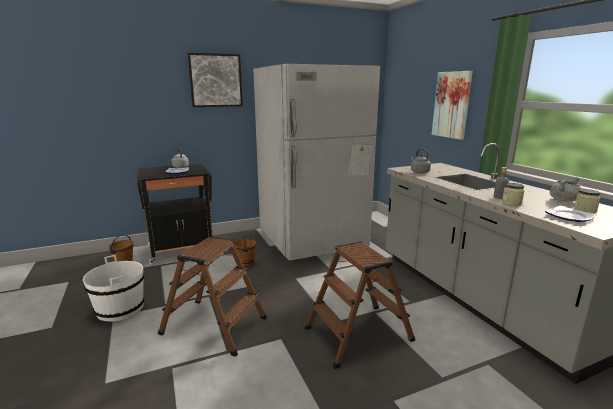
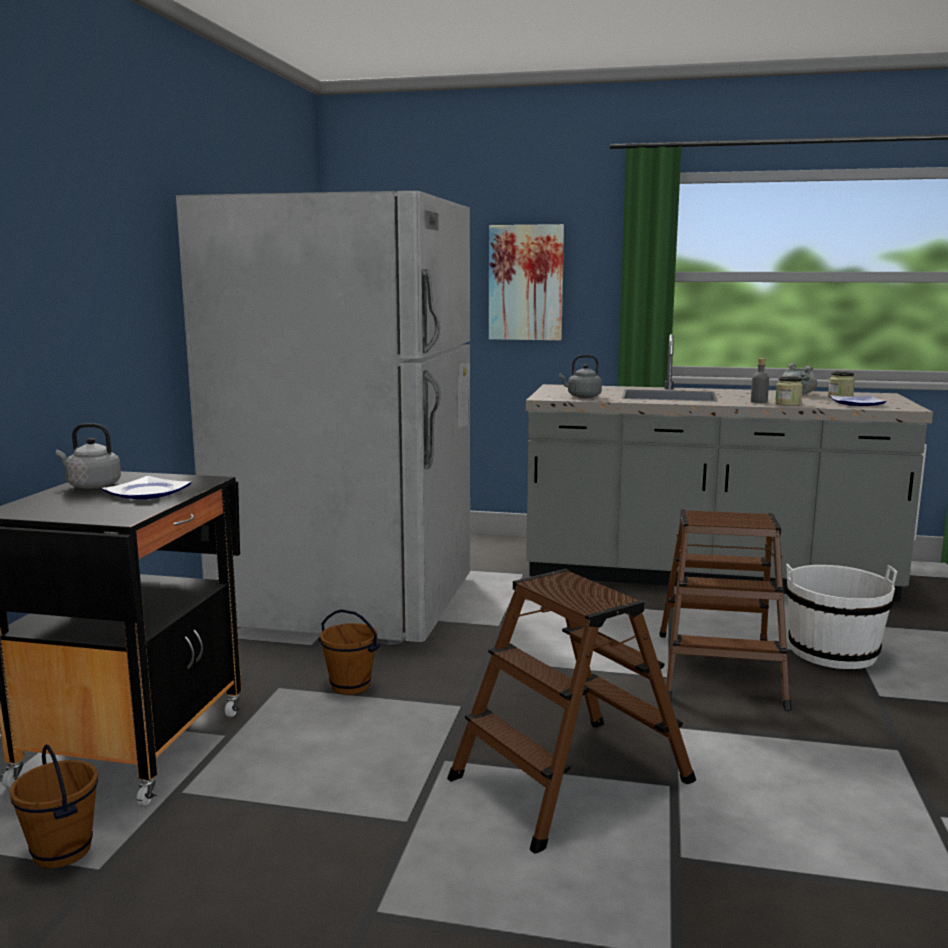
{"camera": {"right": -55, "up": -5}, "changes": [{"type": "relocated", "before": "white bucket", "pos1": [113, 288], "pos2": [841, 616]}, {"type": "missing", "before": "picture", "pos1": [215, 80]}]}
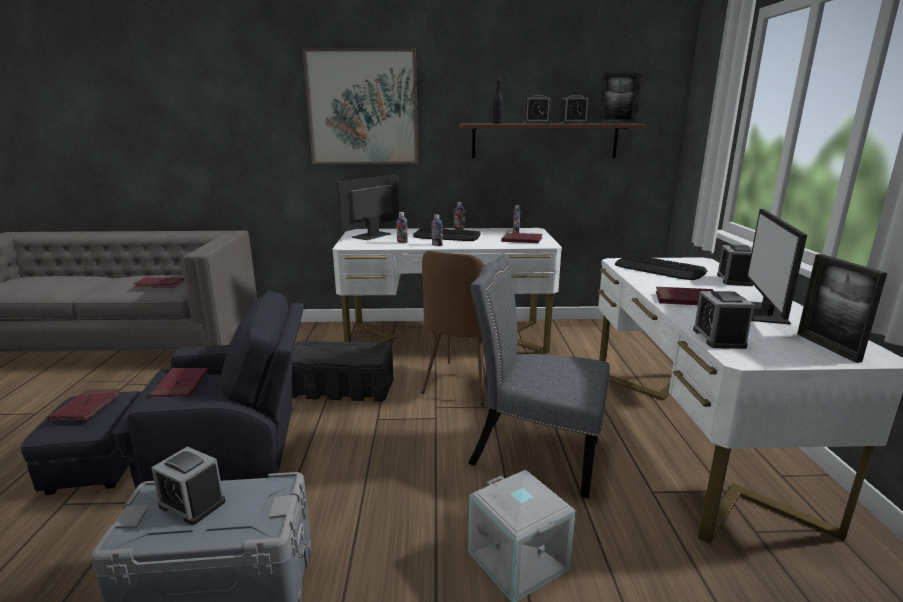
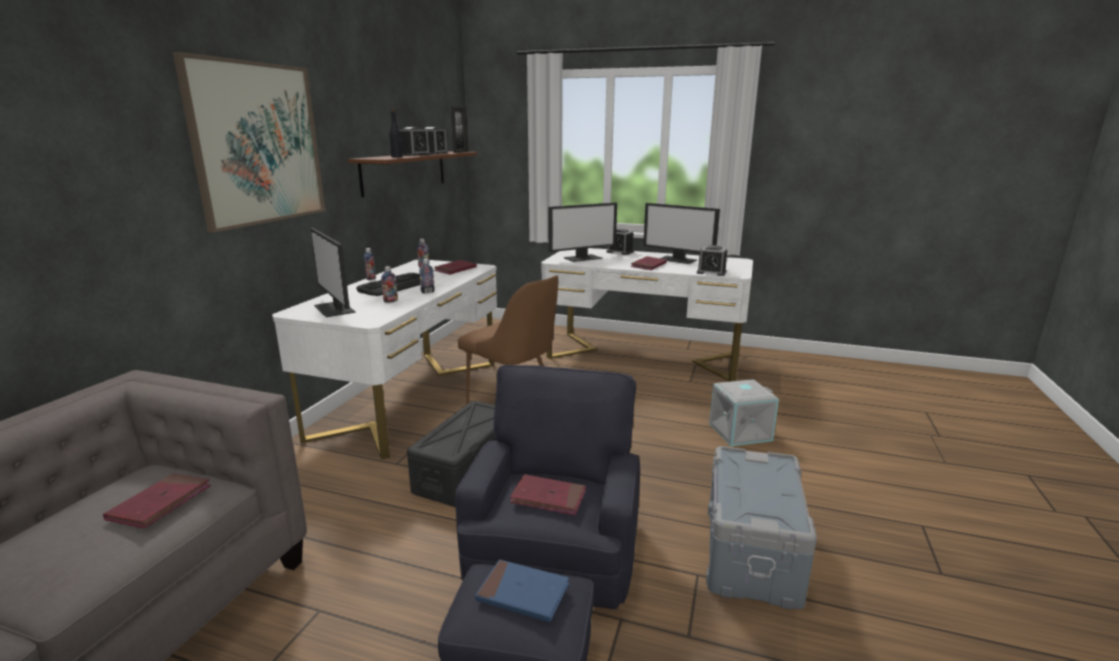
{"camera": {"right": -70, "up": 0}, "changes": [{"type": "colour", "before": "red book", "after": "blue book", "pos1": [84, 405], "pos2": [522, 591]}, {"type": "missing", "before": "alarm clock", "pos1": [188, 486]}, {"type": "missing", "before": "grey chair", "pos1": [539, 376]}, {"type": "exchanged", "before": "keyboard", "after": "monitor", "pos1": [661, 267], "pos2": [582, 232]}, {"type": "missing", "before": "picture frame", "pos1": [842, 308]}]}
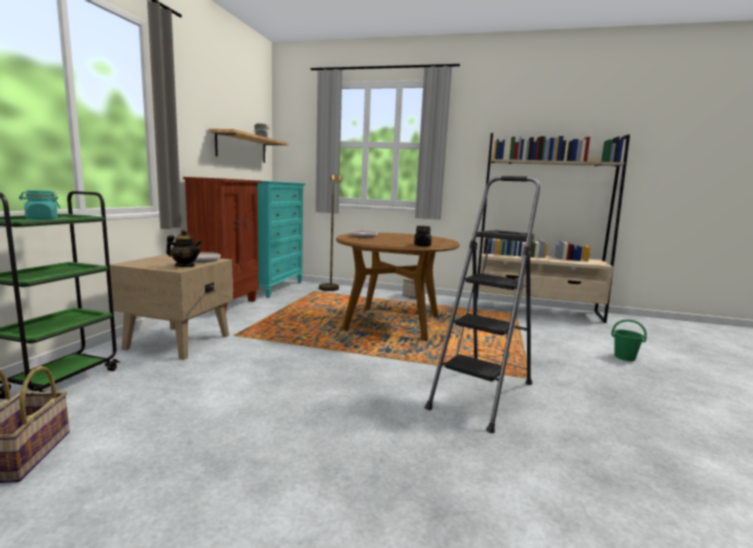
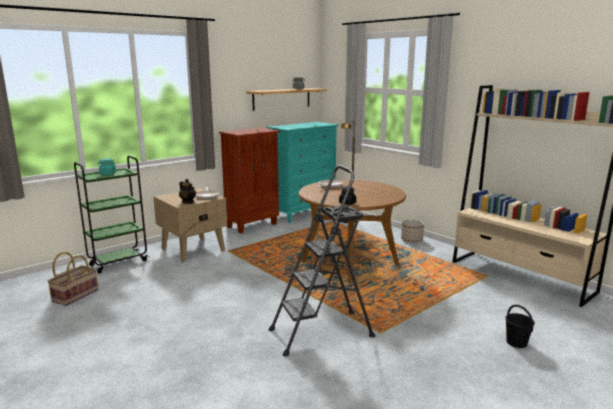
{"camera": {"right": 35, "up": 5}, "changes": [{"type": "colour", "before": "green bucket", "after": "black bucket", "pos1": [629, 340], "pos2": [520, 326]}]}
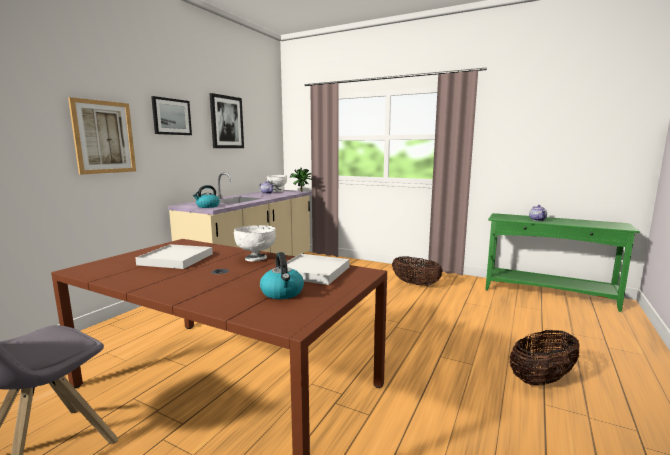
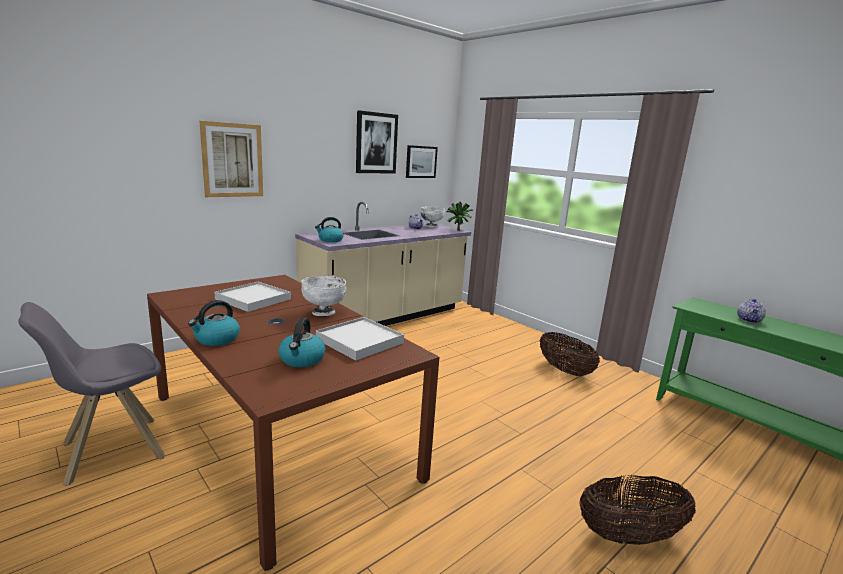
{"camera": {"right": 20, "up": 5}, "changes": [{"type": "relocated", "before": "picture", "pos1": [171, 115], "pos2": [422, 161]}, {"type": "appeared", "after": "kettle", "pos2": [214, 323]}]}
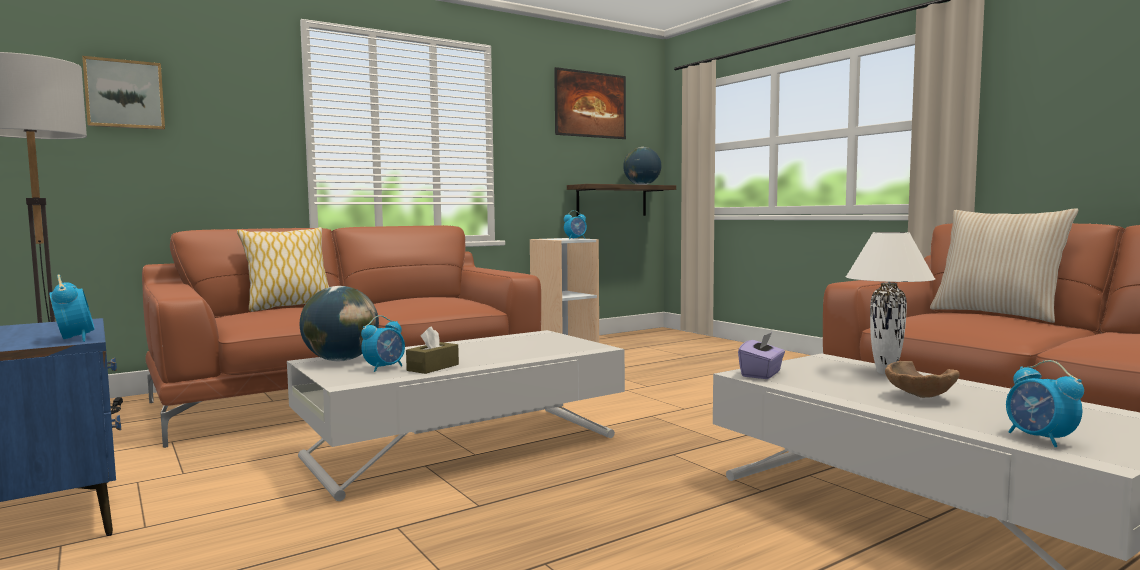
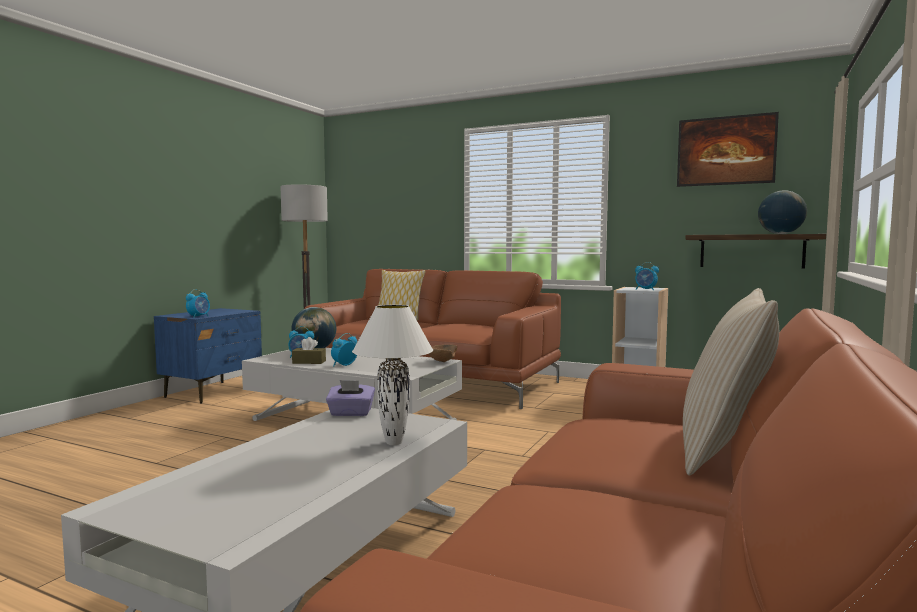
{"camera": {"right": 60, "up": 0}, "changes": [{"type": "missing", "before": "picture", "pos1": [123, 93]}, {"type": "relocated", "before": "brown bowl", "pos1": [922, 379], "pos2": [443, 353]}, {"type": "relocated", "before": "alarm clock", "pos1": [1045, 403], "pos2": [344, 349]}]}
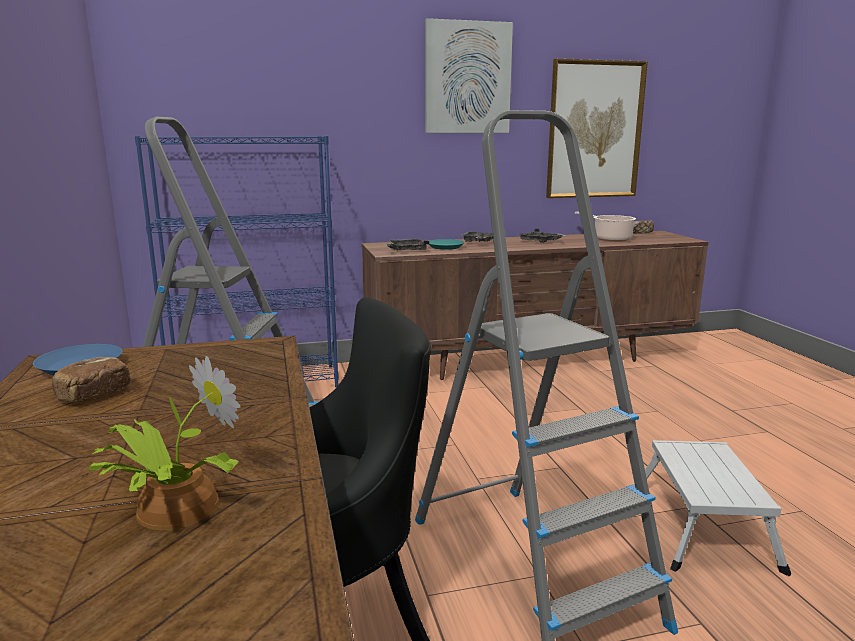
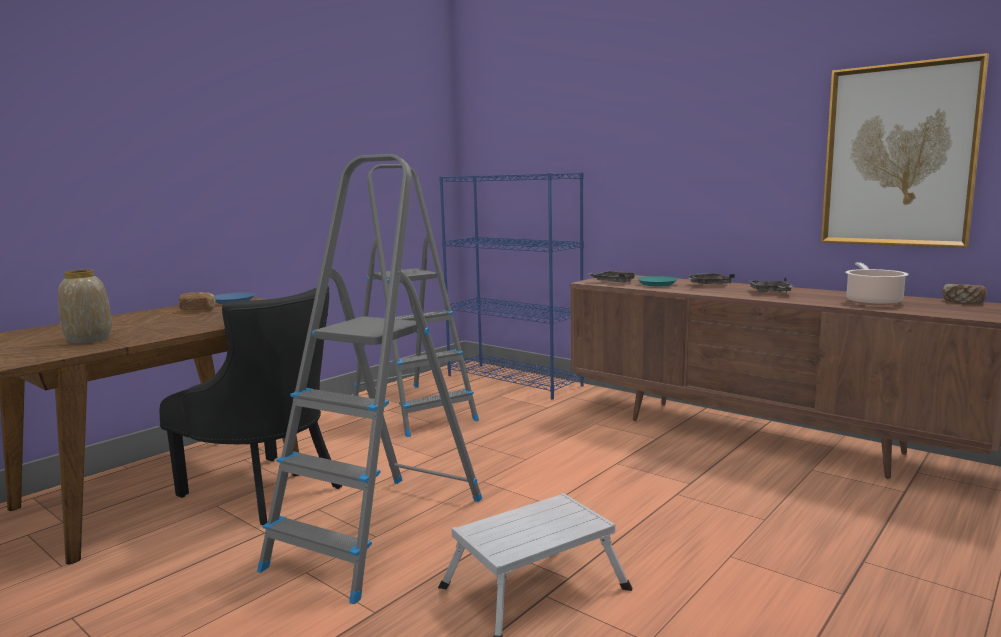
{"camera": {"right": 55, "up": -5}, "changes": [{"type": "exchanged", "before": "potted plant", "after": "vase", "pos1": [163, 443], "pos2": [85, 306]}, {"type": "missing", "before": "picture", "pos1": [469, 75]}]}
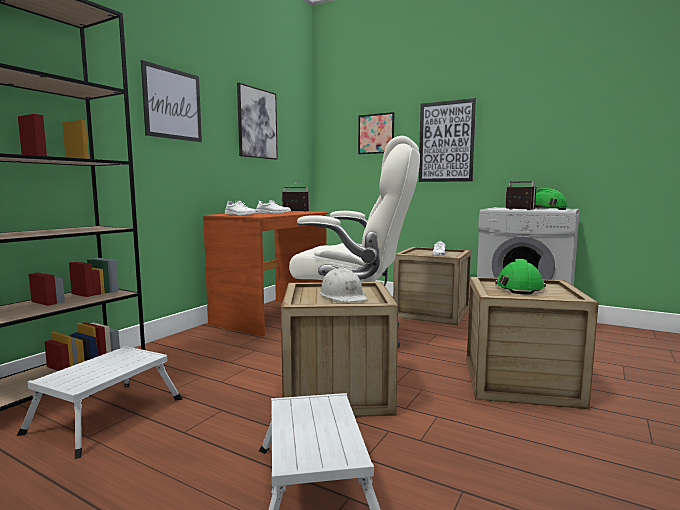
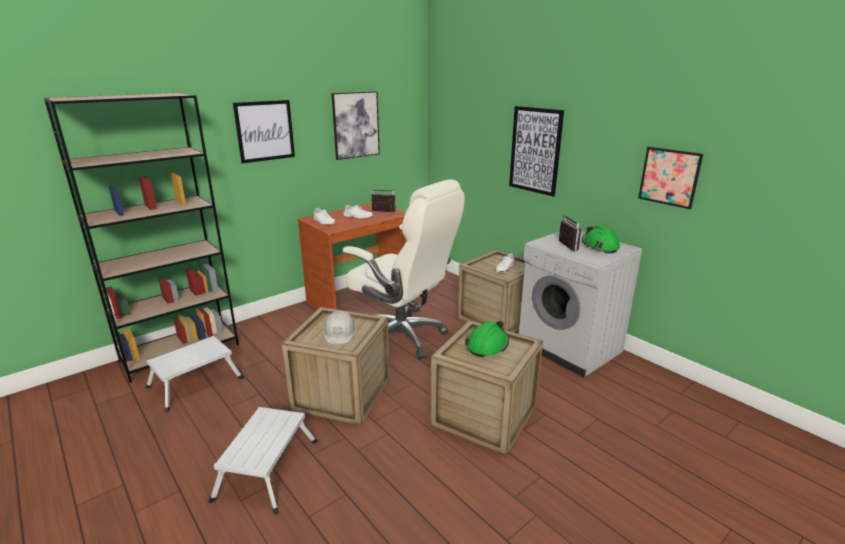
{"camera": {"right": 20, "up": 15}, "changes": [{"type": "relocated", "before": "picture", "pos1": [376, 133], "pos2": [670, 178]}]}
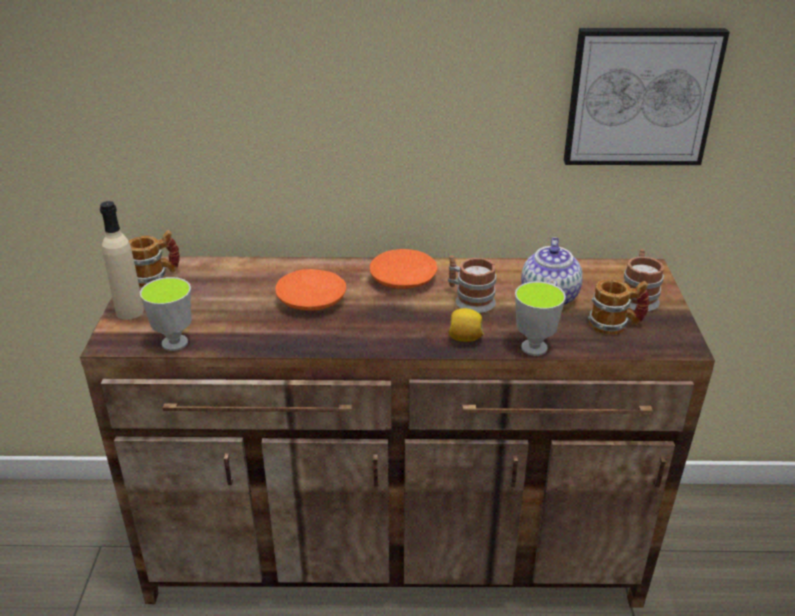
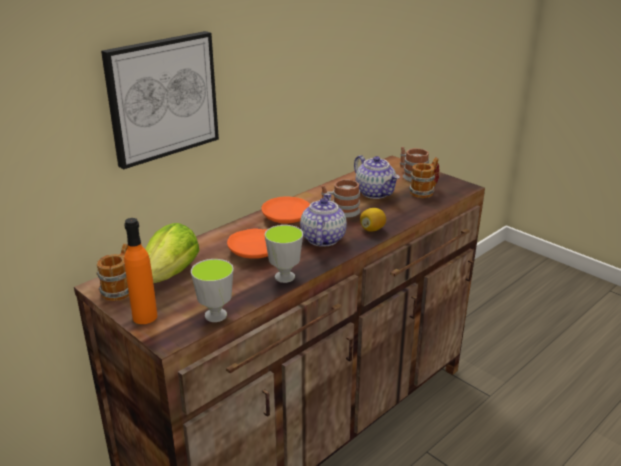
{"camera": {"right": -45, "up": -5}, "changes": [{"type": "colour", "before": "beige bottle", "after": "orange bottle", "pos1": [122, 260], "pos2": [140, 271]}, {"type": "relocated", "before": "cup", "pos1": [540, 318], "pos2": [284, 254]}, {"type": "relocated", "before": "picture", "pos1": [647, 96], "pos2": [160, 100]}, {"type": "appeared", "after": "lettuce", "pos2": [172, 253]}, {"type": "appeared", "after": "teapot", "pos2": [323, 220]}]}
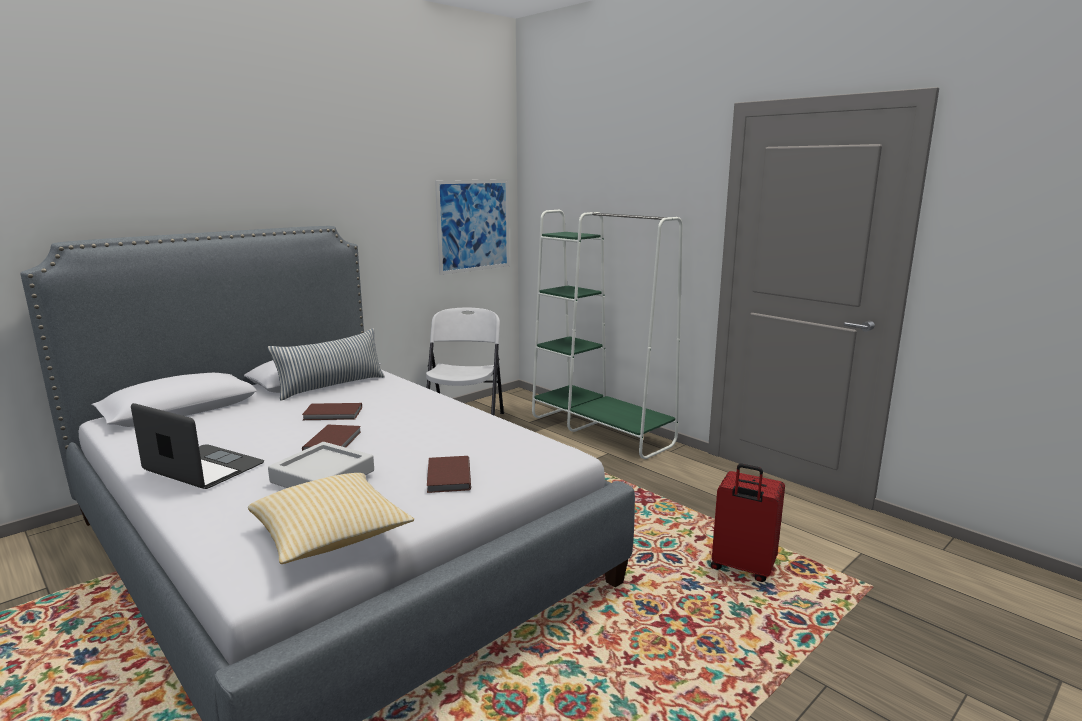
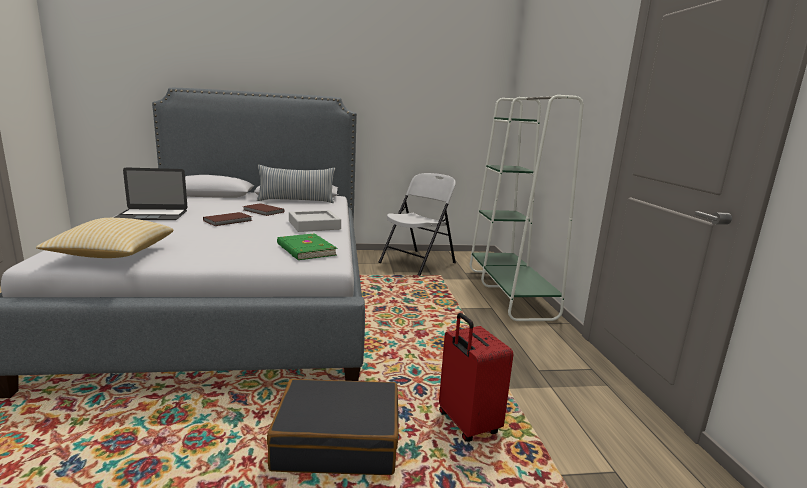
{"camera": {"right": 35, "up": 0}, "changes": [{"type": "spun", "before": "laptop", "pos1": [197, 446], "pos2": [150, 194], "turn": 105}, {"type": "relocated", "before": "grey tray", "pos1": [321, 465], "pos2": [315, 221]}, {"type": "missing", "before": "brown book", "pos1": [449, 474]}, {"type": "missing", "before": "picture", "pos1": [472, 227]}, {"type": "appeared", "after": "black suitcase", "pos2": [333, 427]}, {"type": "appeared", "after": "green book", "pos2": [307, 246]}]}
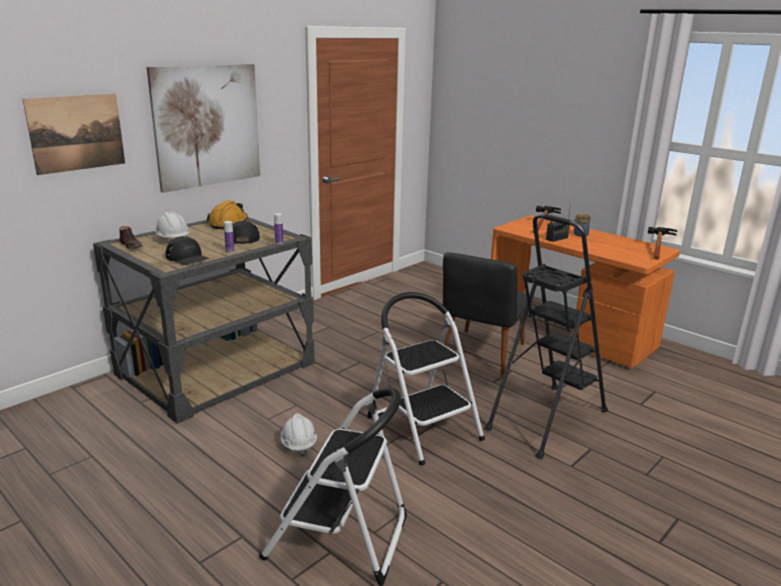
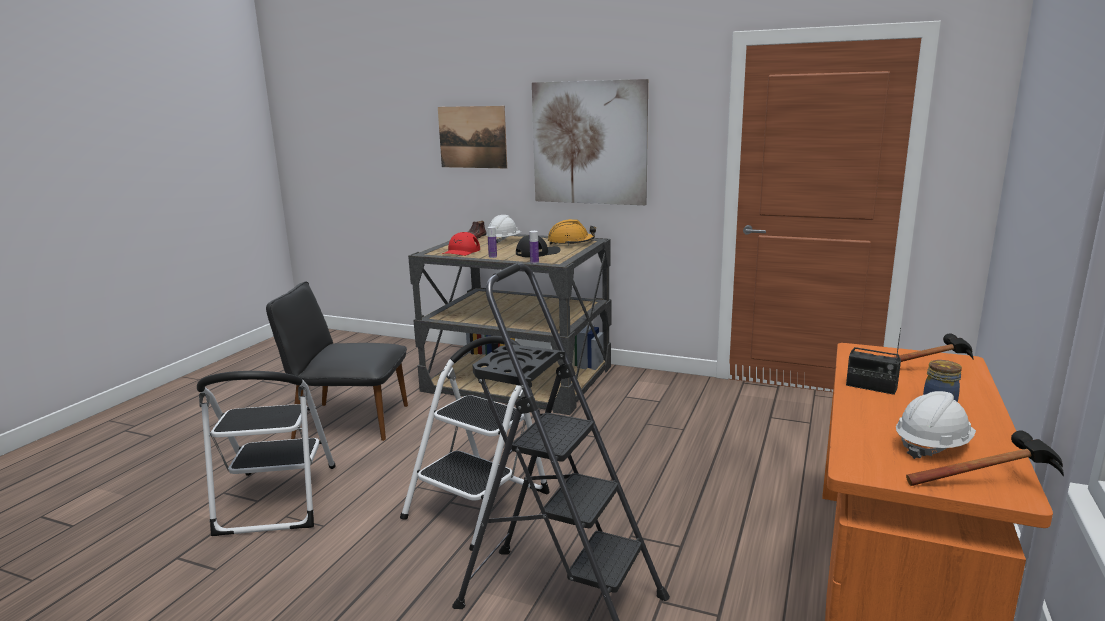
{"camera": {"right": 70, "up": -5}, "changes": [{"type": "colour", "before": "black cap", "after": "red cap", "pos1": [187, 250], "pos2": [461, 244]}, {"type": "relocated", "before": "white hard hat", "pos1": [298, 435], "pos2": [936, 425]}, {"type": "relocated", "before": "black chair", "pos1": [485, 314], "pos2": [337, 361]}]}
